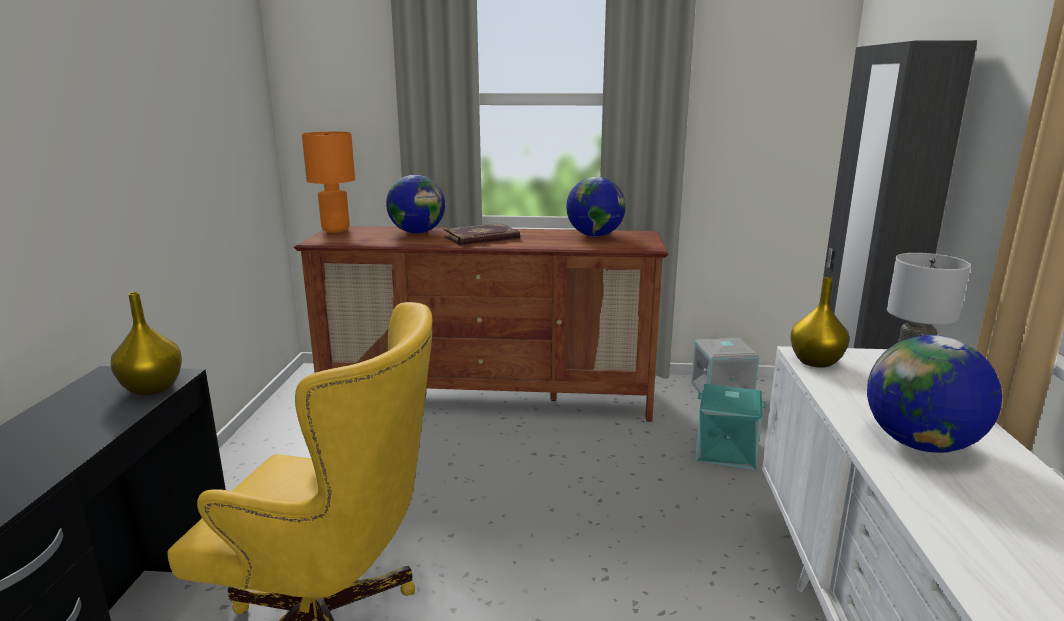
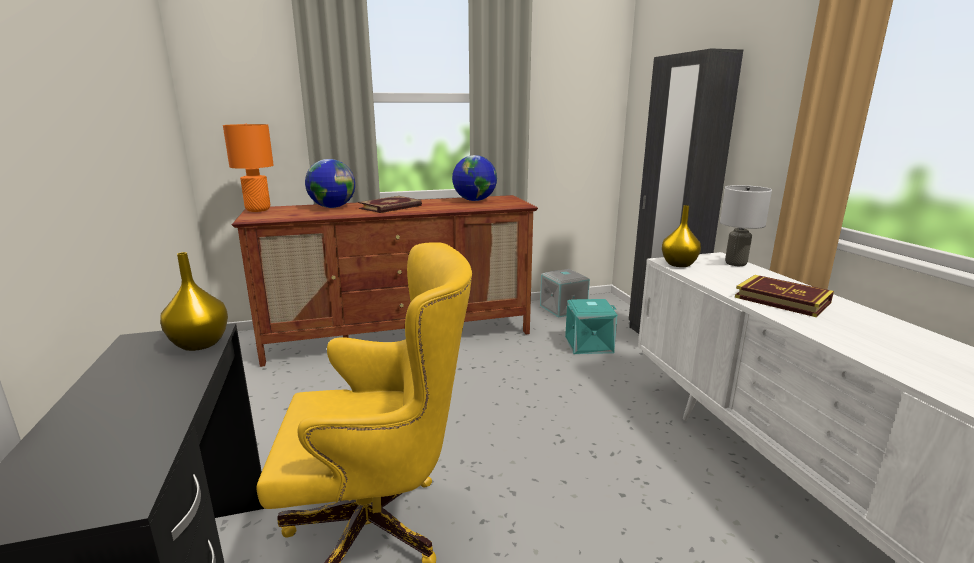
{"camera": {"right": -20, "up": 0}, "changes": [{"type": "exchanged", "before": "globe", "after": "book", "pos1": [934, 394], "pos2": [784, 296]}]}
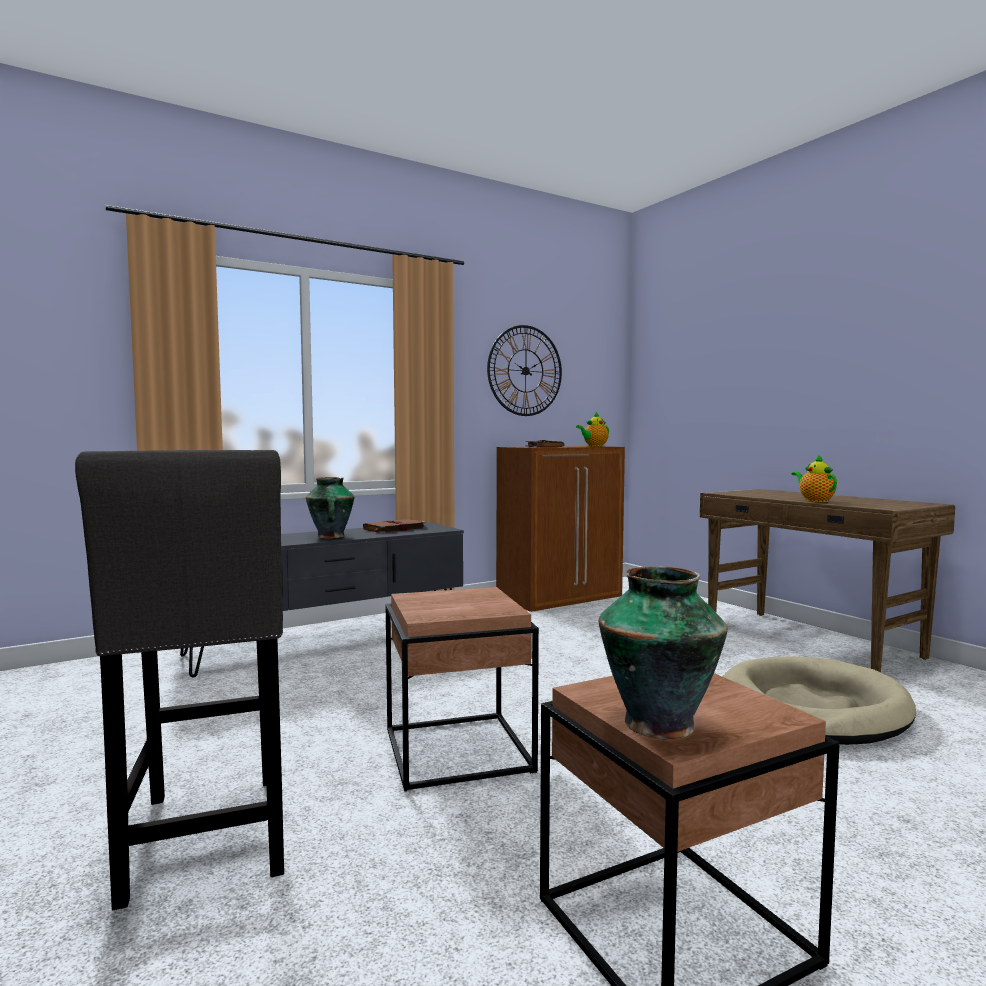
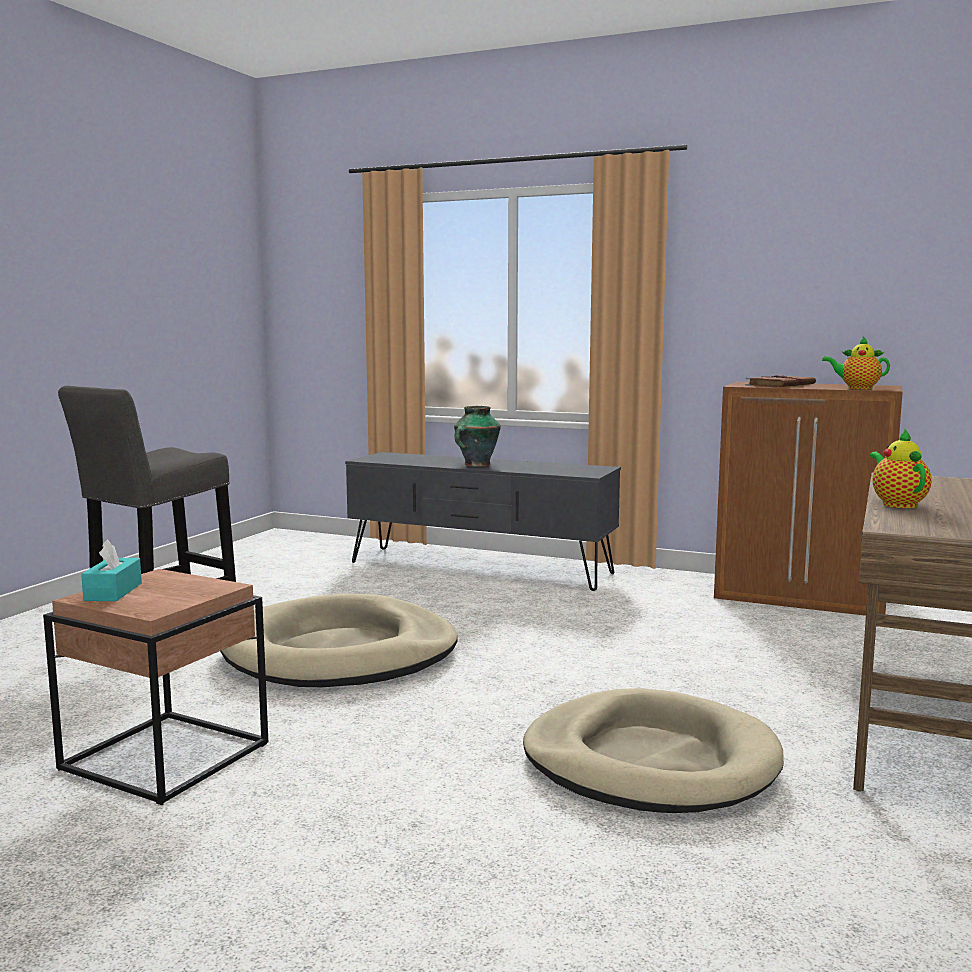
{"camera": {"right": 55, "up": 5}, "changes": [{"type": "missing", "before": "brown book", "pos1": [395, 526]}, {"type": "exchanged", "before": "brown side table", "after": "beige dog bed", "pos1": [462, 689], "pos2": [338, 640]}, {"type": "missing", "before": "wall clock", "pos1": [524, 370]}, {"type": "exchanged", "before": "vase", "after": "turquoise tissue box", "pos1": [663, 652], "pos2": [111, 570]}, {"type": "spun", "before": "teapot", "pos1": [814, 478], "pos2": [901, 468], "turn": -45}]}
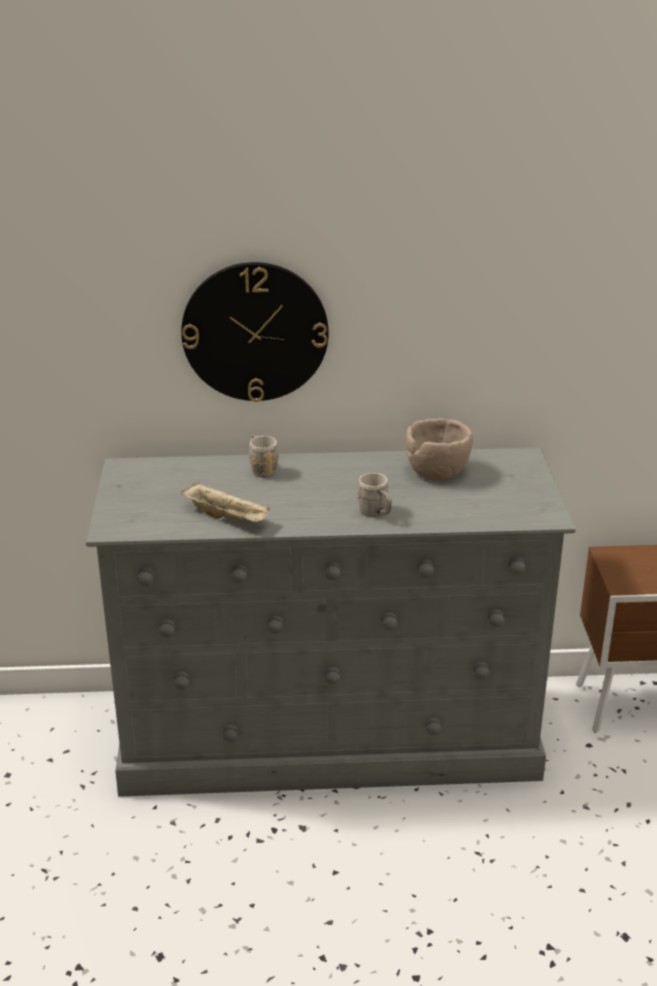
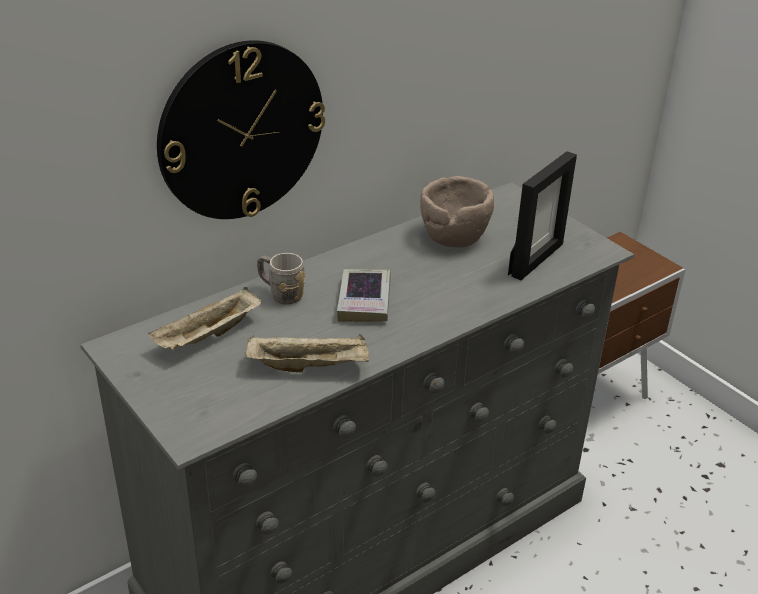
{"camera": {"right": -35, "up": 5}, "changes": [{"type": "missing", "before": "grey mug", "pos1": [374, 495]}, {"type": "appeared", "after": "beige tray", "pos2": [205, 319]}, {"type": "appeared", "after": "book", "pos2": [364, 295]}, {"type": "appeared", "after": "picture frame", "pos2": [542, 215]}]}
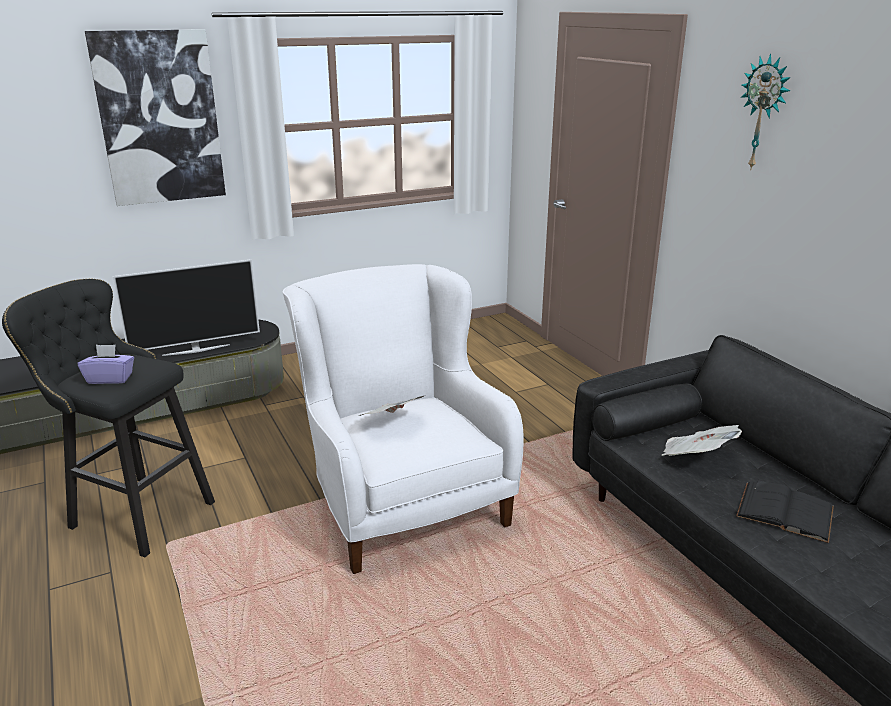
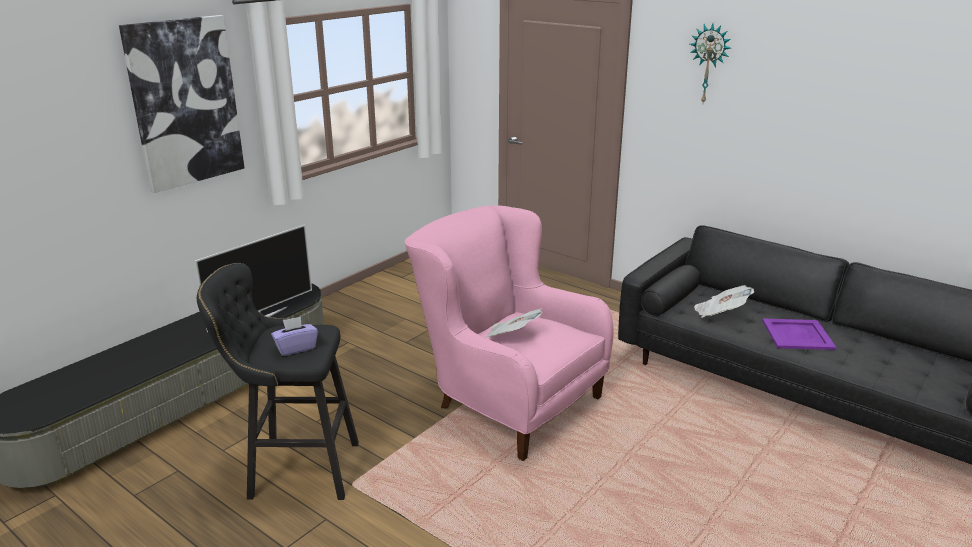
{"camera": {"right": -25, "up": 0}, "changes": [{"type": "colour", "before": "white armchair", "after": "pink armchair", "pos1": [403, 419], "pos2": [509, 333]}, {"type": "exchanged", "before": "black book", "after": "purple tray", "pos1": [785, 511], "pos2": [799, 334]}]}
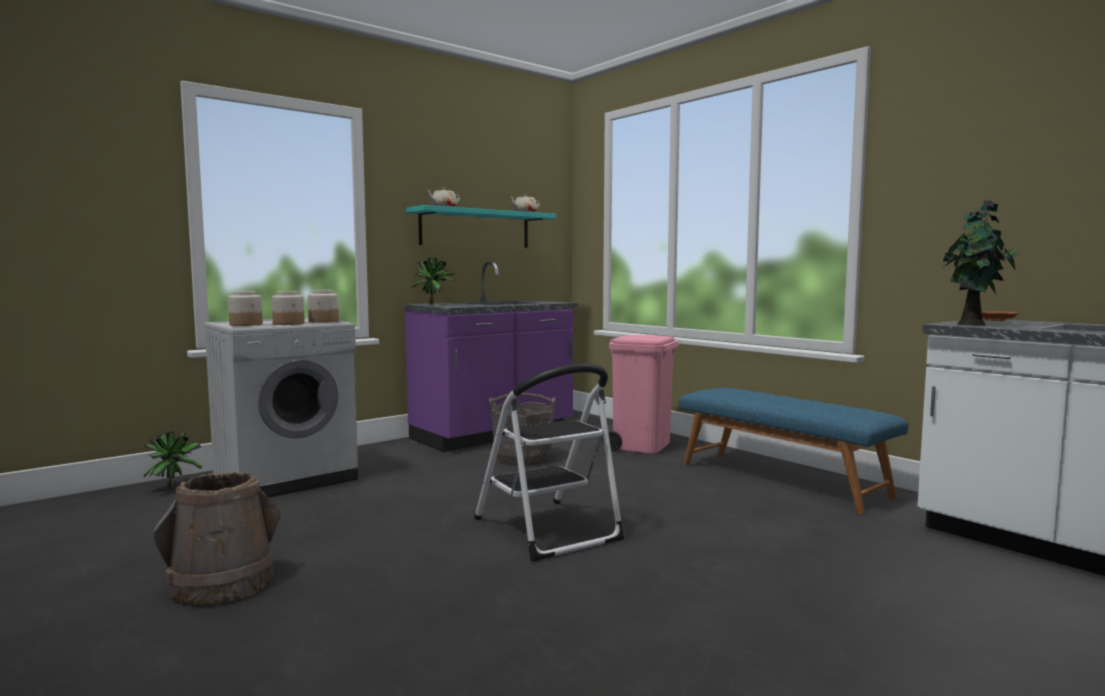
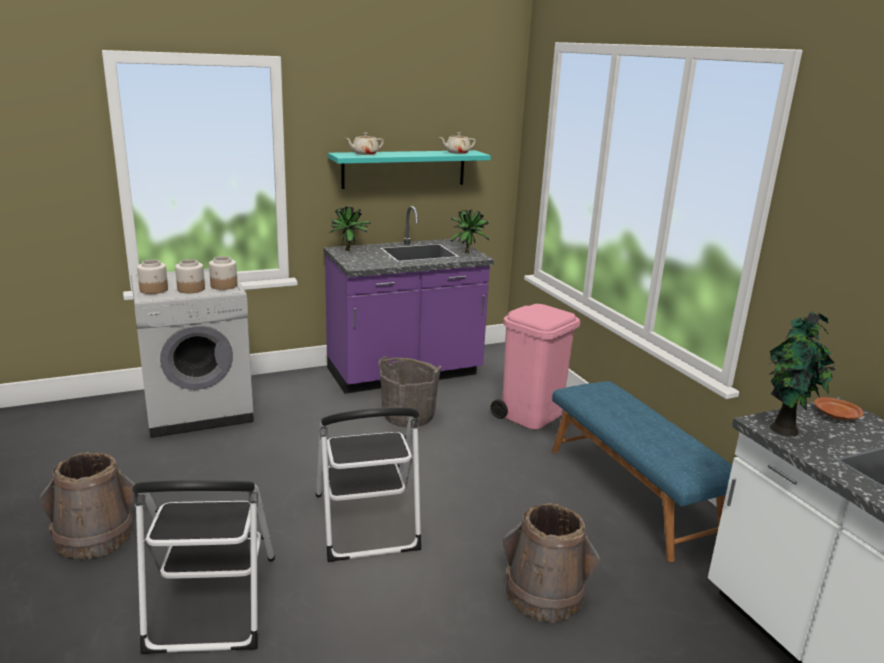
{"camera": {"right": 15, "up": 15}, "changes": [{"type": "relocated", "before": "potted plant", "pos1": [172, 460], "pos2": [469, 231]}, {"type": "appeared", "after": "step ladder", "pos2": [203, 567]}, {"type": "appeared", "after": "brown bucket", "pos2": [551, 562]}]}
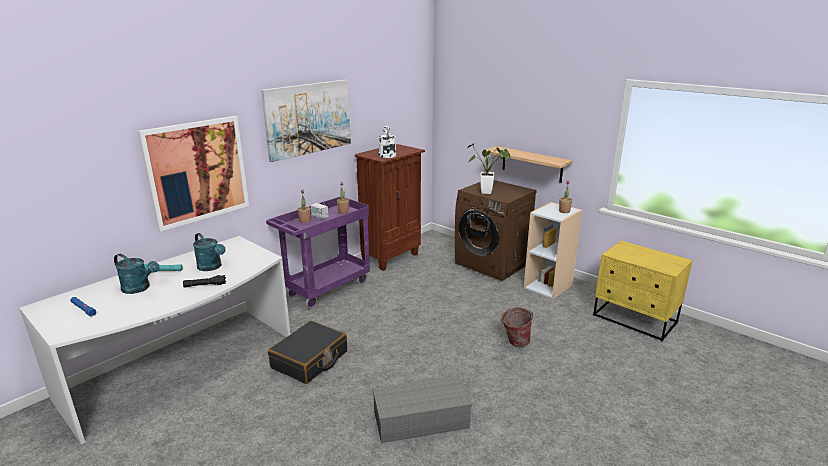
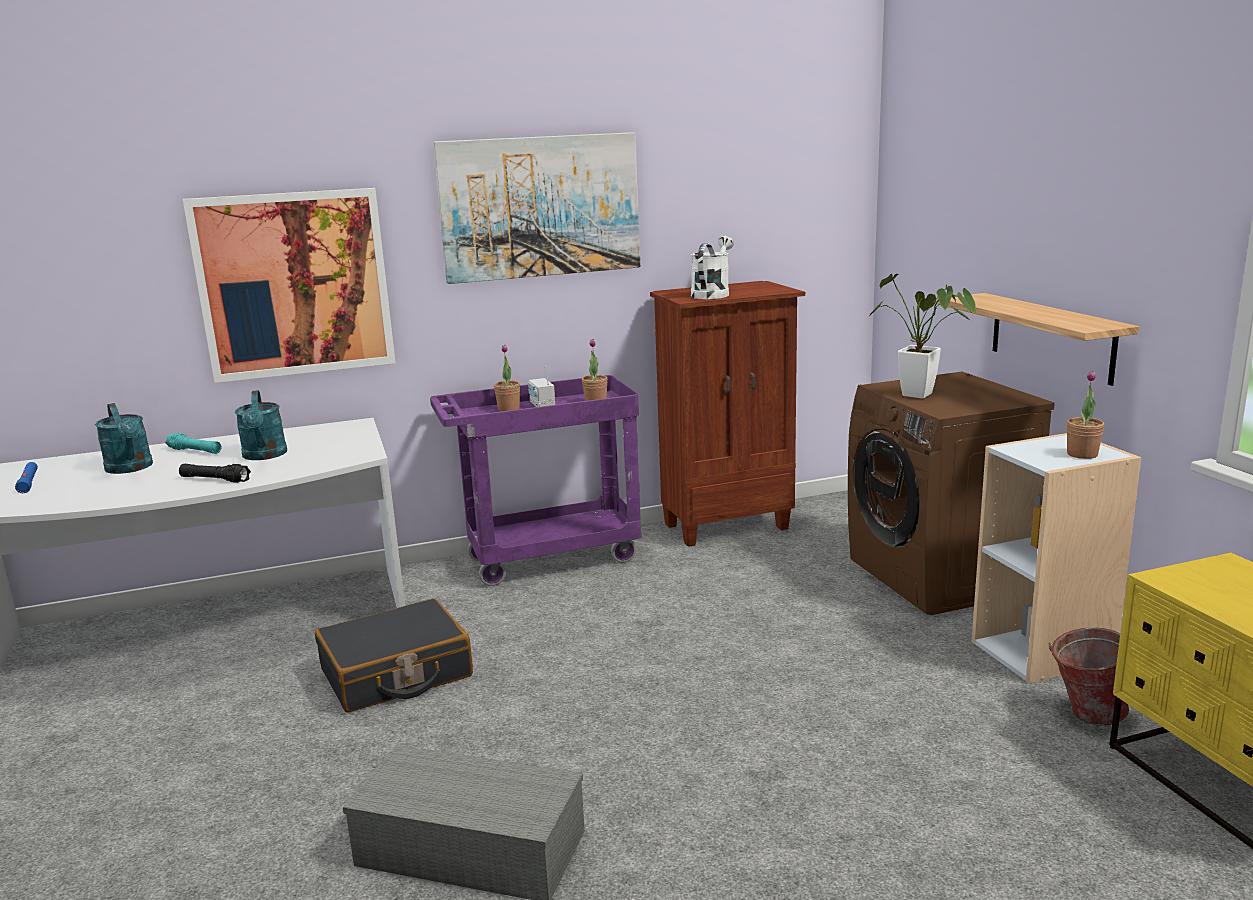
{"camera": {"right": 30, "up": -5}, "changes": [{"type": "relocated", "before": "bucket", "pos1": [516, 327], "pos2": [1089, 676]}]}
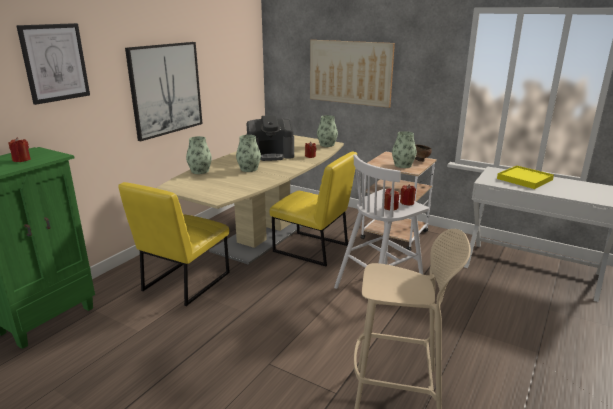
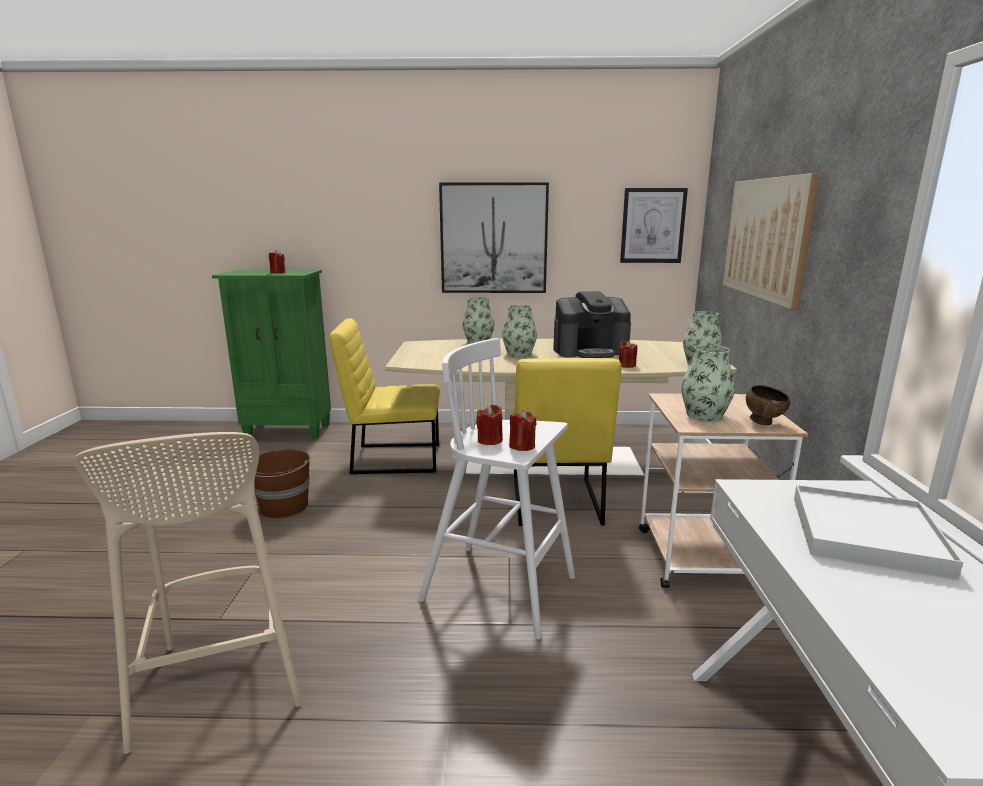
{"camera": {"right": 60, "up": -5}, "changes": [{"type": "relocated", "before": "picture", "pos1": [53, 64], "pos2": [654, 225]}, {"type": "spun", "before": "coffee machine", "pos1": [270, 138], "pos2": [592, 324], "turn": -60}, {"type": "colour", "before": "yellow tray", "after": "white tray", "pos1": [525, 177], "pos2": [878, 532]}, {"type": "appeared", "after": "brown bucket", "pos2": [280, 483]}]}
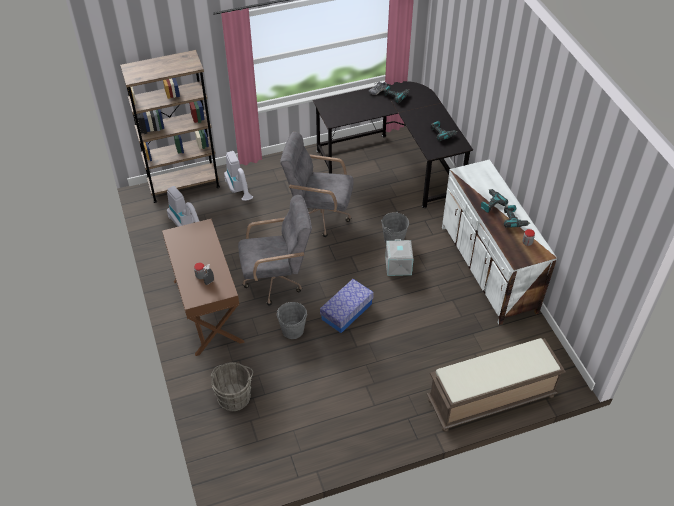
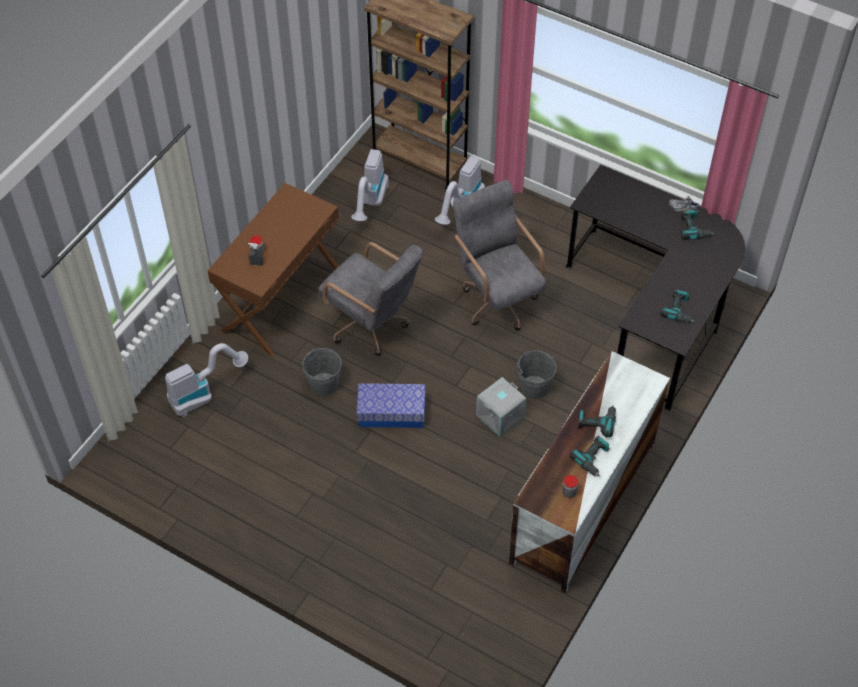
{"camera": {"right": 50, "up": 5}, "changes": [{"type": "exchanged", "before": "grey bucket", "after": "vacuum cleaner", "pos1": [232, 386], "pos2": [206, 380]}, {"type": "missing", "before": "brown bench", "pos1": [496, 385]}]}
